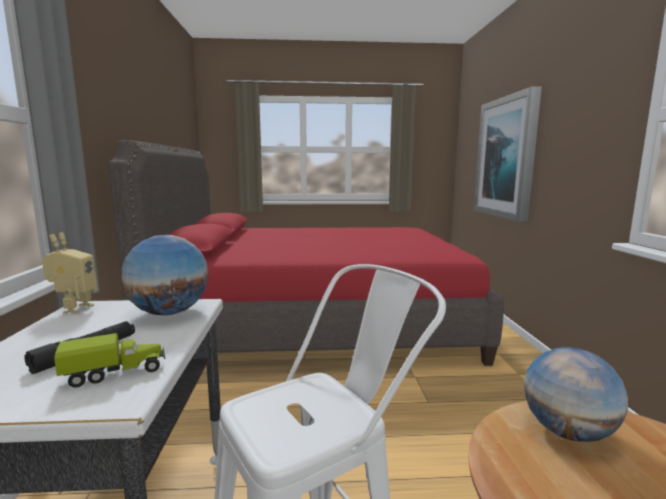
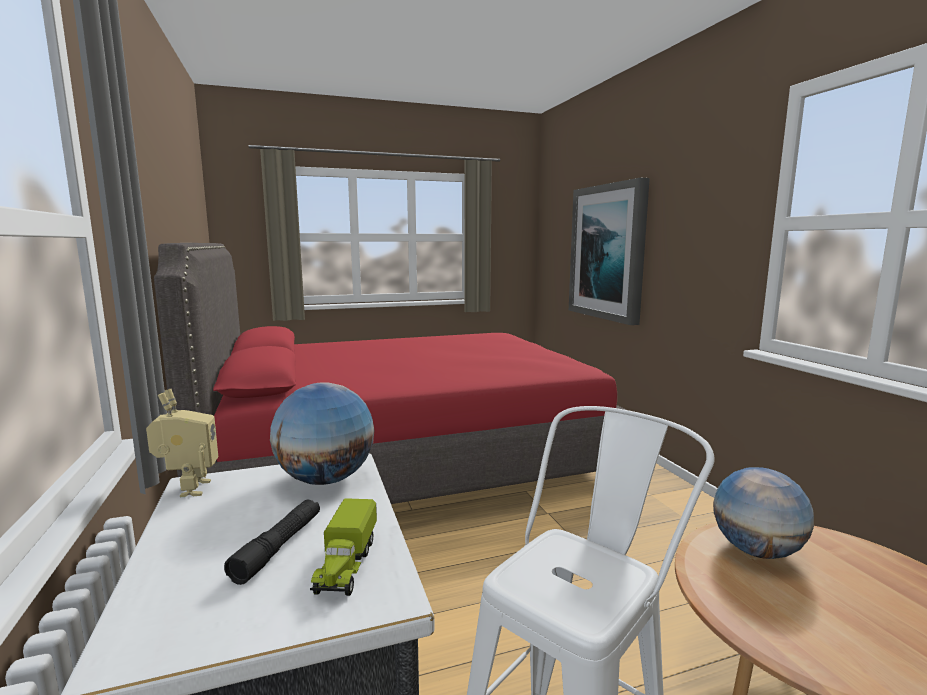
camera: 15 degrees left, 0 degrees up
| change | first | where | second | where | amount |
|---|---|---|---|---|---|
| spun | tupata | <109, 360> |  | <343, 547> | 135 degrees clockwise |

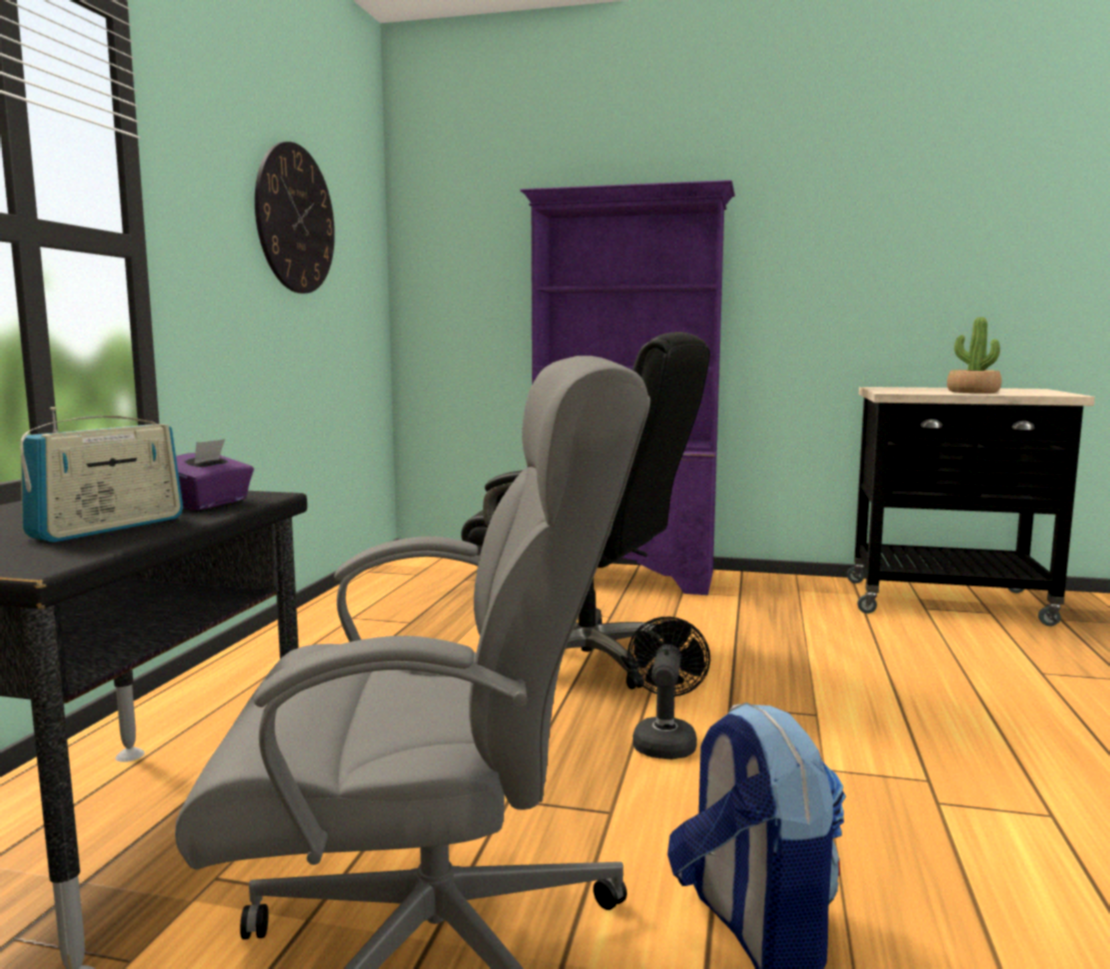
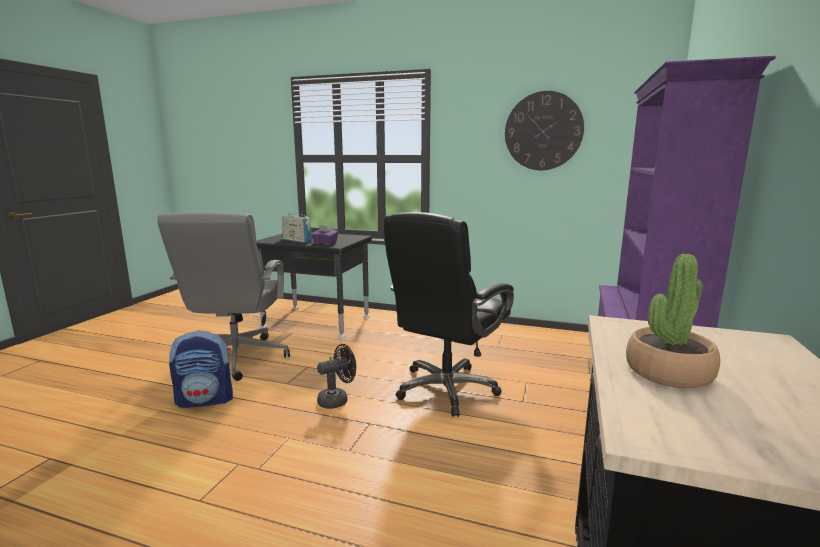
camera: 95 degrees right, 5 degrees up
| change | first | where | second | where | amount |
|---|---|---|---|---|---|
| spun | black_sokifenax | <668, 688> |  | <336, 376> | 45 degrees counterclockwise |

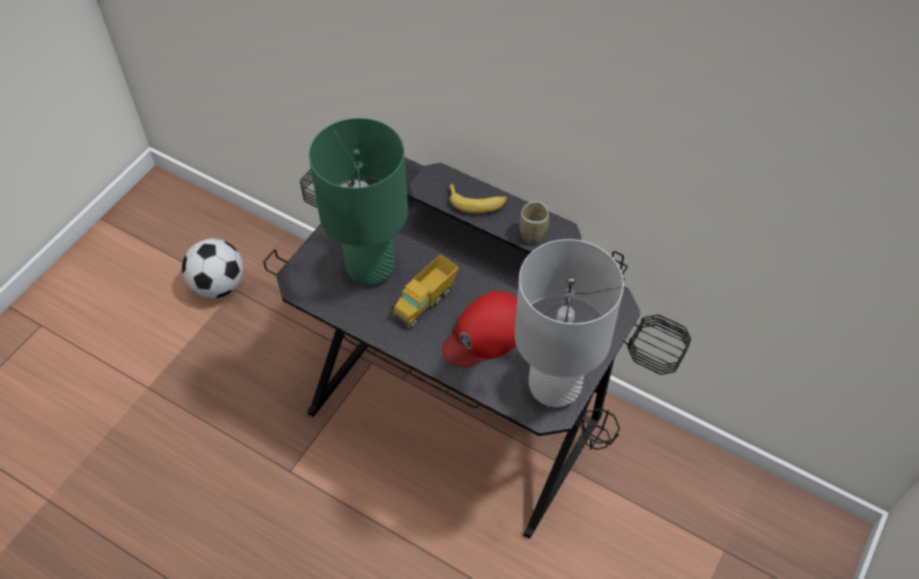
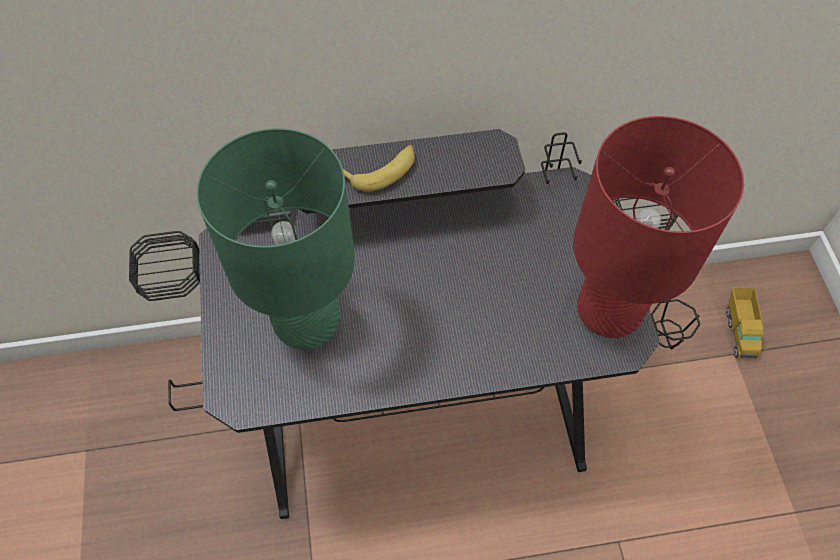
camera: 40 degrees left, 5 degrees up
| change | first | where | second | where | amount |
|---|---|---|---|---|---|
| colour | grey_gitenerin | <569, 323> | red_gitenerin | <658, 227> |  |
| relocated | tupata | <426, 291> |  | <745, 323> |  |
| missing | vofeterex | <213, 268> |  |  |  |
| missing | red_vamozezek | <479, 329> |  |  |  |
| missing | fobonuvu | <534, 222> |  |  |  |

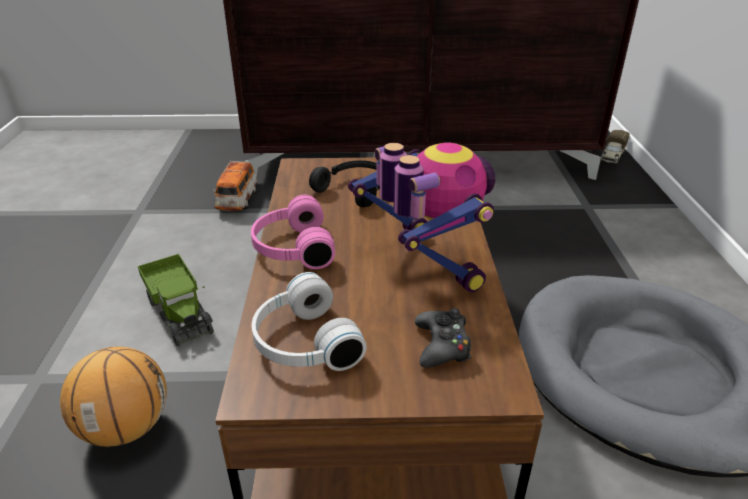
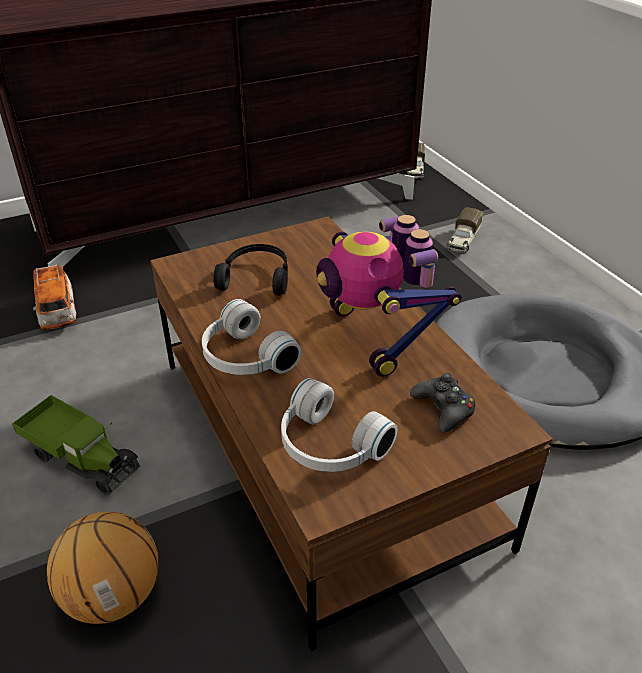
camera: 25 degrees left, 5 degrees up
| change | first | where | second | where | amount |
|---|---|---|---|---|---|
| colour | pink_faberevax | <293, 232> | white_faberevax | <251, 337> |  |
| spun | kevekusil | <421, 217> |  | <389, 296> | 150 degrees counterclockwise |
| appeared |  |  | tupata | <465, 230> |  |

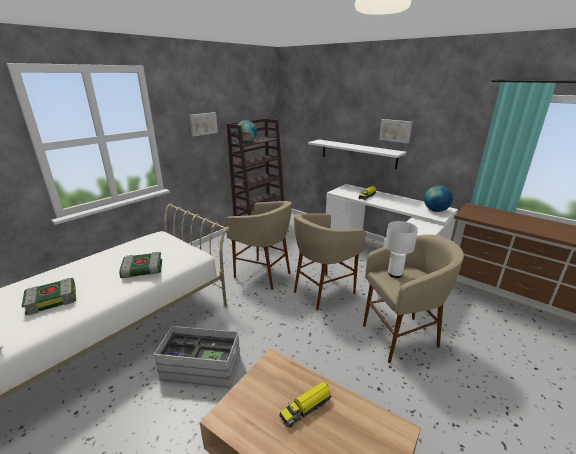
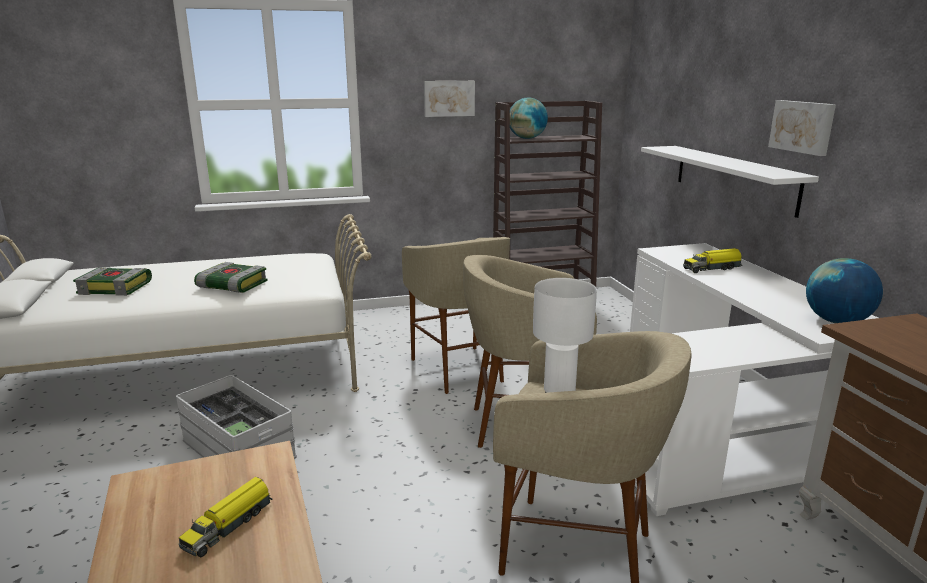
camera: 35 degrees right, 5 degrees down
| change | first | where | second | where | amount |
|---|---|---|---|---|---|
| spun | tupata | <306, 405> |  | <226, 517> | 60 degrees counterclockwise |

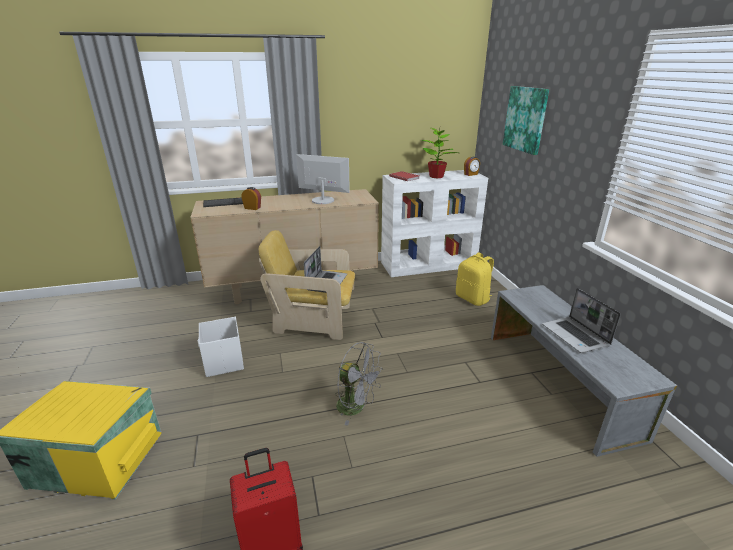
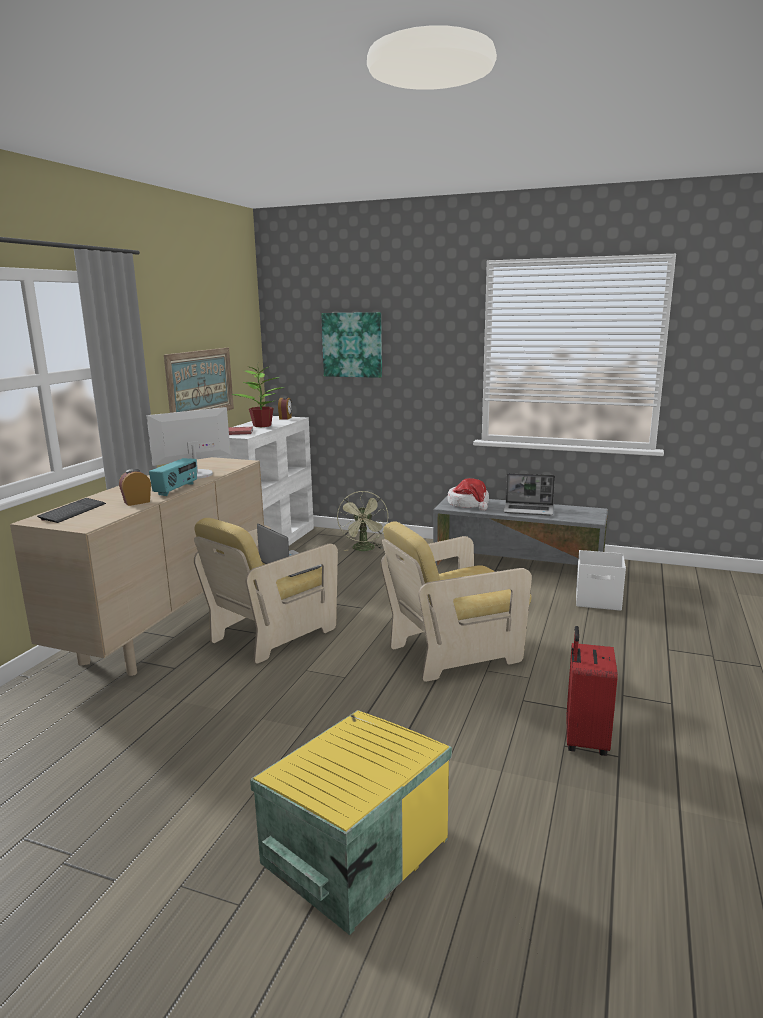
camera: 55 degrees left, 10 degrees down
| change | first | where | second | where | amount |
|---|---|---|---|---|---|
| appeared |  |  | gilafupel | <173, 477> |  |
| appeared |  |  | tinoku | <199, 380> |  |
| exchanged | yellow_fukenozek | <475, 279> | green_sokifenax | <362, 521> |  |
| exchanged | grey_sokifenax | <359, 383> | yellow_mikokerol | <456, 601> |  |
| appeared |  |  | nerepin | <468, 494> |  |
| relocated | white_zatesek | <221, 347> |  | <601, 580> |  |

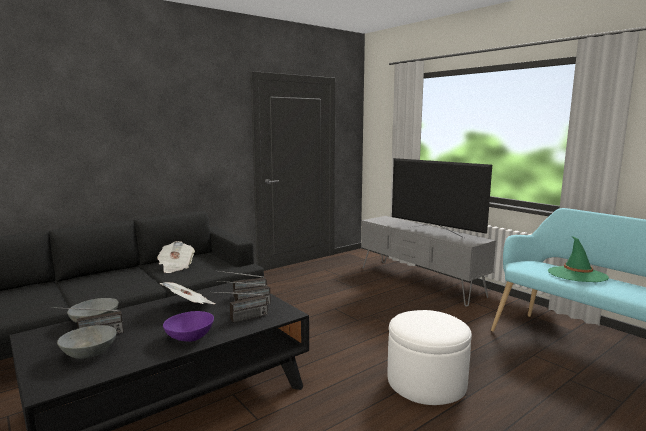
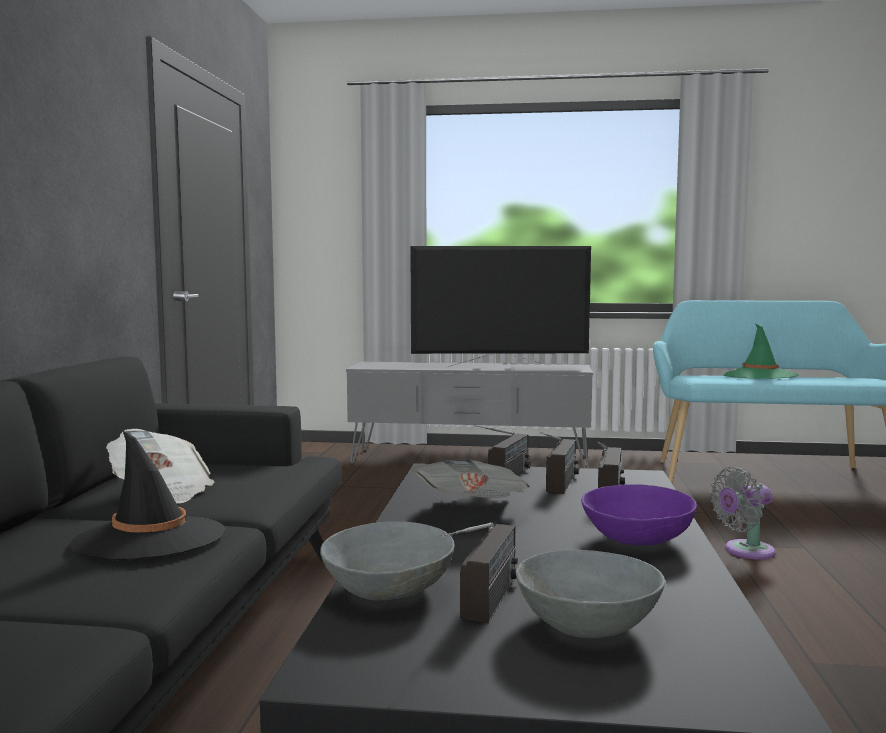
camera: 45 degrees left, 5 degrees down
| change | first | where | second | where | amount |
|---|---|---|---|---|---|
| appeared |  |  | black_nerepin | <147, 495> |  |
| exchanged | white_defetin | <429, 357> | grey_sokifenax | <743, 513> |  |

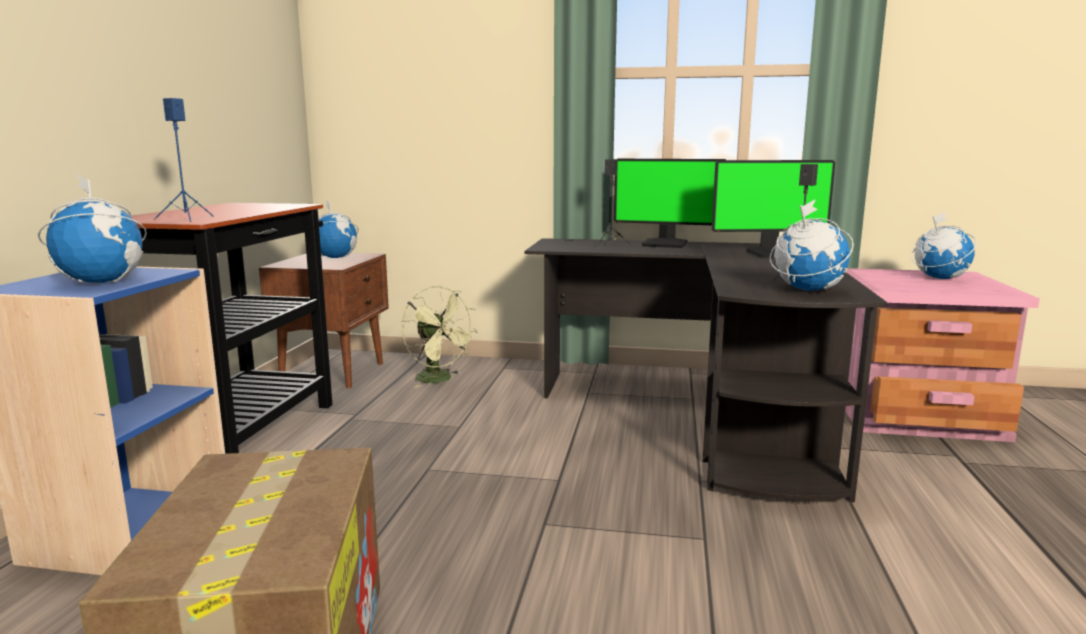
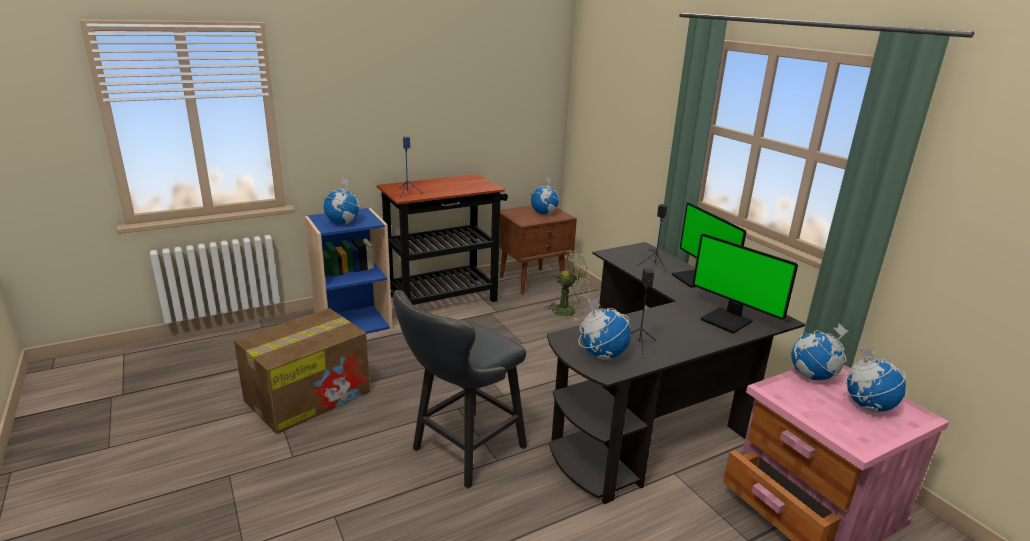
camera: 50 degrees right, 10 degrees up
| change | first | where | second | where | amount |
|---|---|---|---|---|---|
| appeared |  |  | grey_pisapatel | <460, 389> |  |
| spun | green_sokifenax | <440, 337> |  | <567, 285> | 105 degrees counterclockwise |
| appeared |  |  | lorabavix | <820, 351> |  |

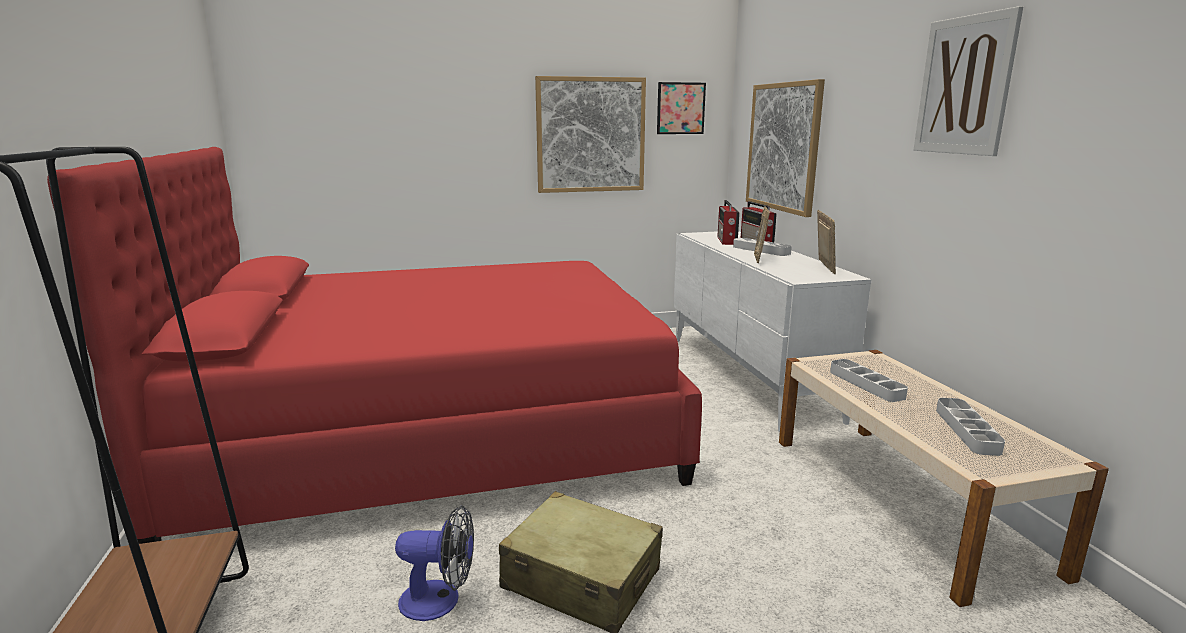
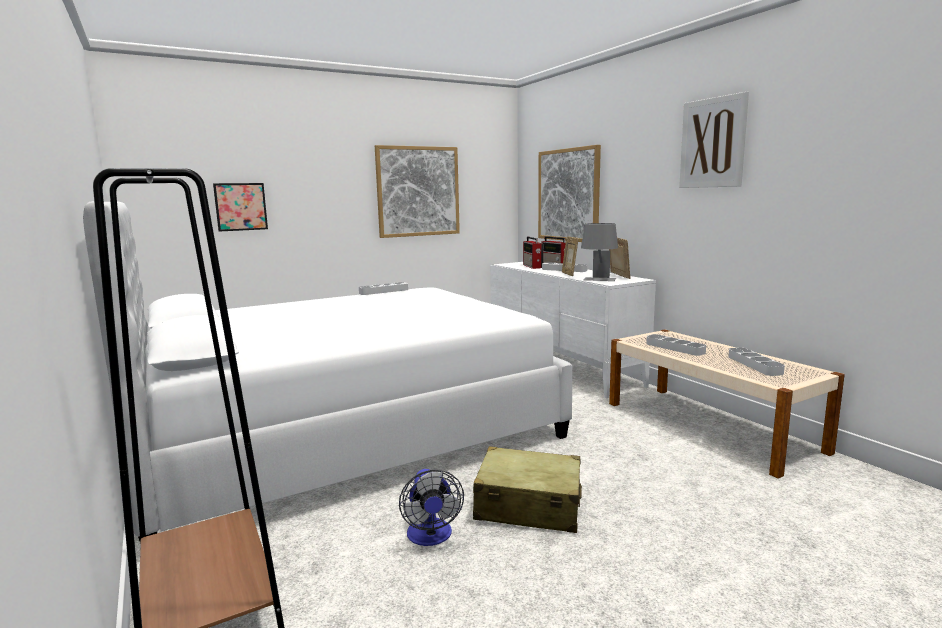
camera: 15 degrees left, 5 degrees down
| change | first | where | second | where | amount |
|---|---|---|---|---|---|
| colour | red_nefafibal | <374, 345> | white_nefafibal | <327, 372> |  |
| relocated | tinoku | <681, 108> |  | <240, 207> |  |
| appeared |  |  | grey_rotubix | <383, 288> |  |
| spun | sokifenax | <434, 563> |  | <431, 507> | 90 degrees clockwise |
| appeared |  |  | grey_gitenerin | <599, 252> |  |

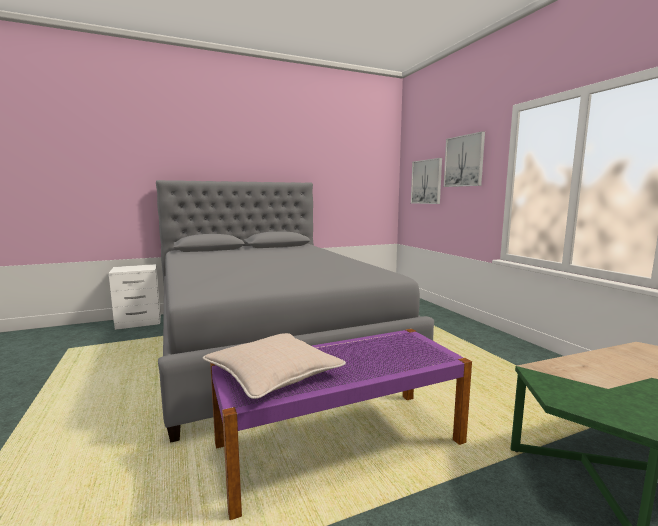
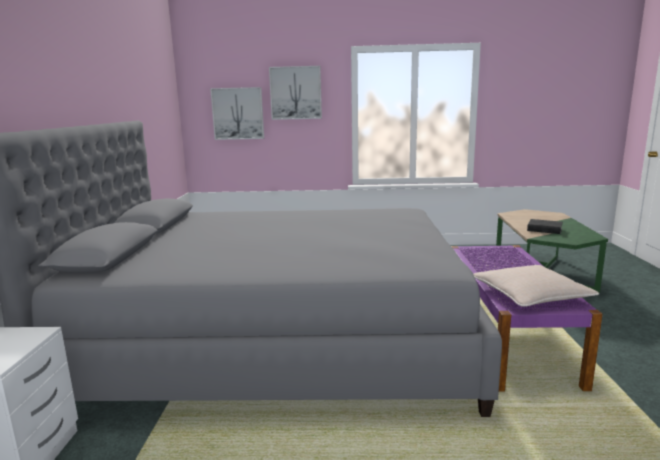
camera: 65 degrees left, 5 degrees up
| change | first | where | second | where | amount |
|---|---|---|---|---|---|
| appeared |  |  | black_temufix | <545, 226> |  |

